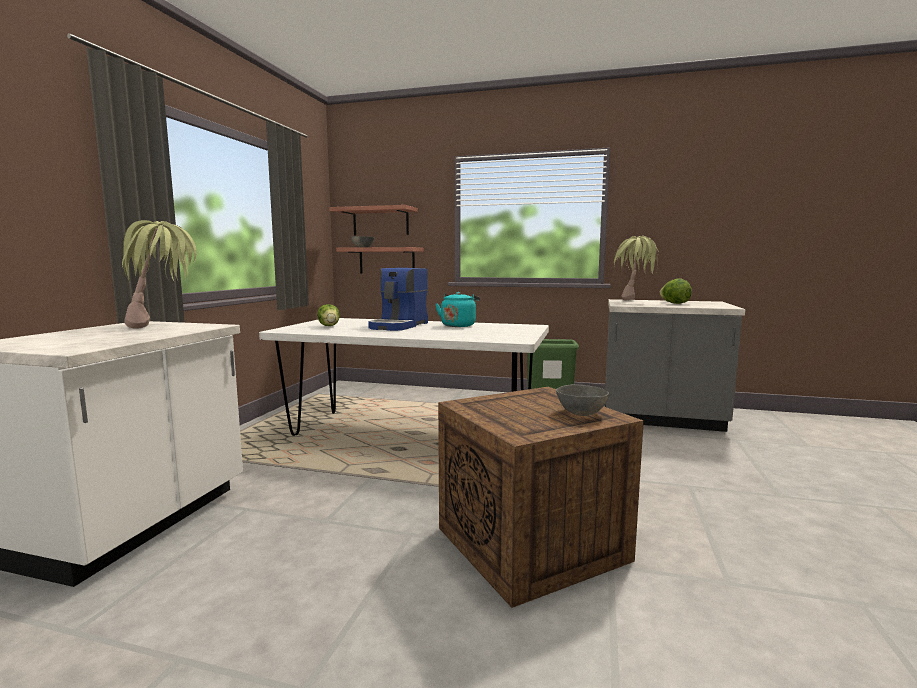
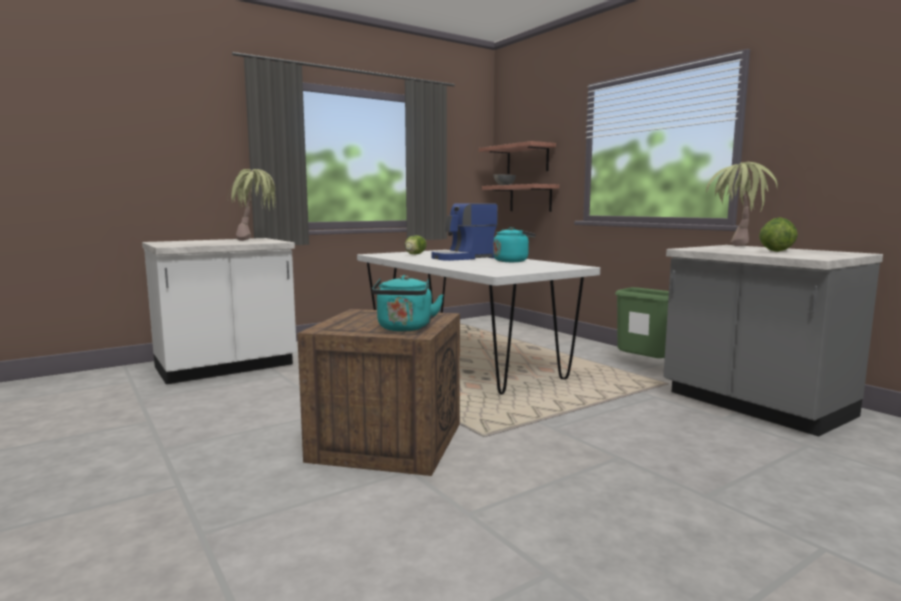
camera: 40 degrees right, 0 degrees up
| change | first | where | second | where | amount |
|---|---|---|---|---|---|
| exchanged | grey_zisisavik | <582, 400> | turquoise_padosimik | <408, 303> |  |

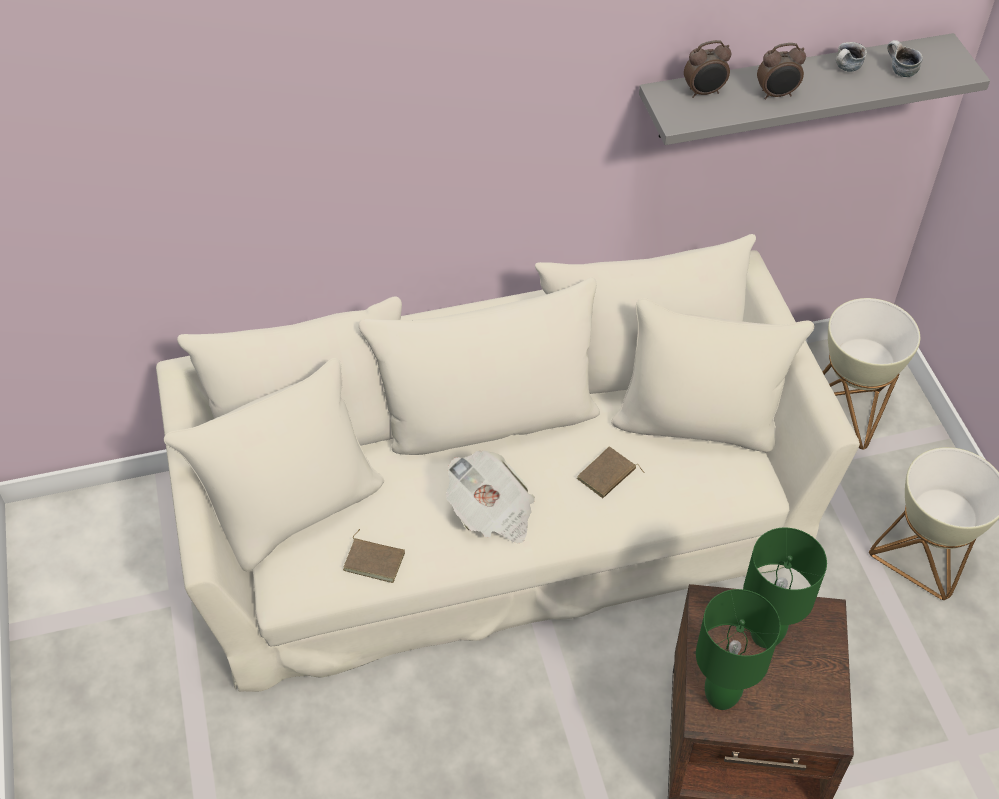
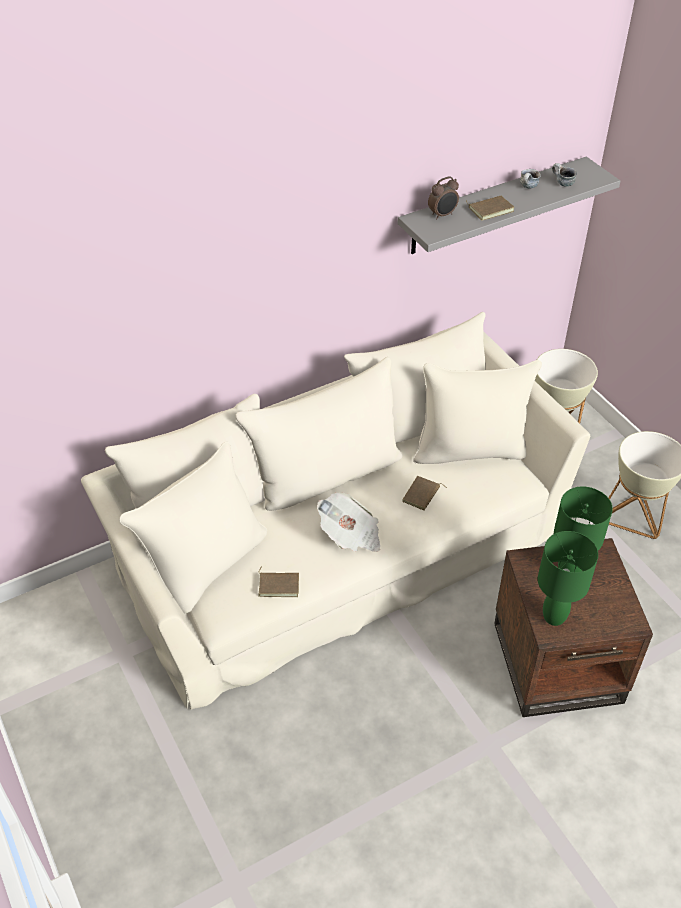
camera: 15 degrees left, 5 degrees down
| change | first | where | second | where | amount |
|---|---|---|---|---|---|
| exchanged | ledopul | <781, 71> | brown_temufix | <489, 208> |  |

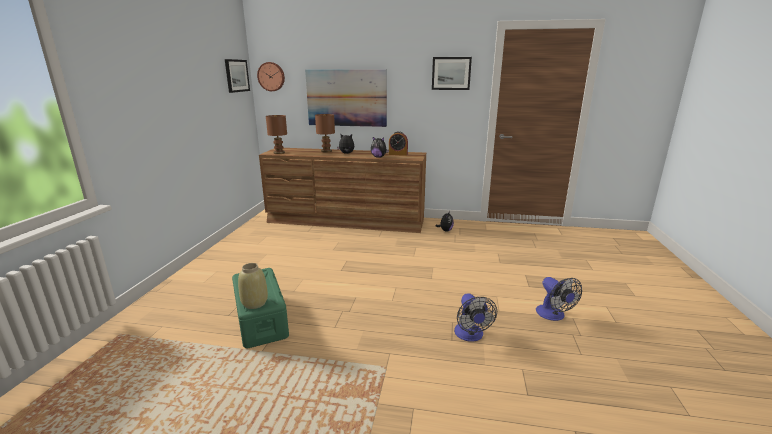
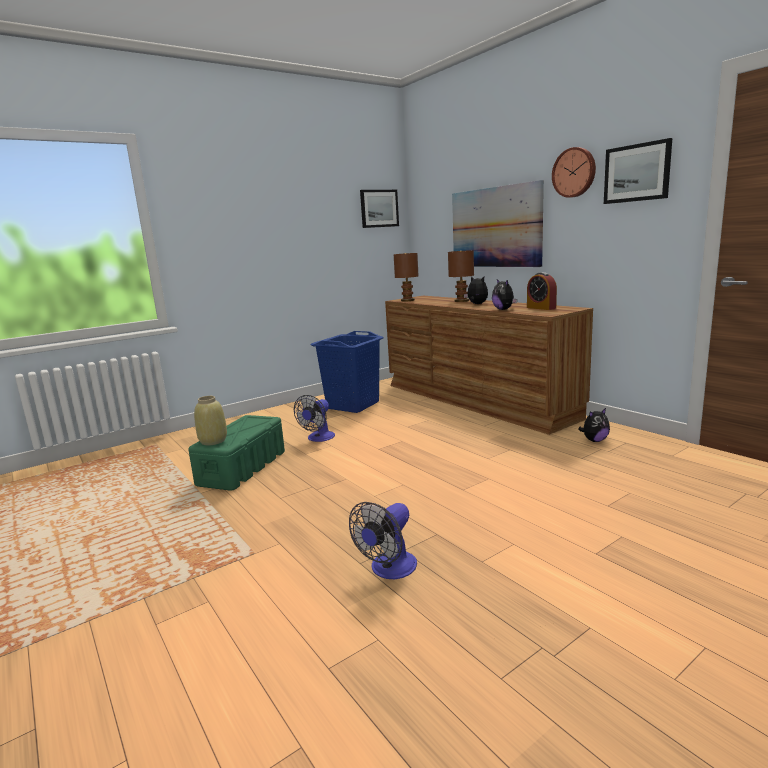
camera: 45 degrees right, 5 degrees down
| change | first | where | second | where | amount |
|---|---|---|---|---|---|
| relocated | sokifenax | <559, 299> |  | <314, 418> |  |
| appeared |  |  | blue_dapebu | <347, 372> |  |
| relocated | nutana | <271, 76> |  | <574, 172> |  |

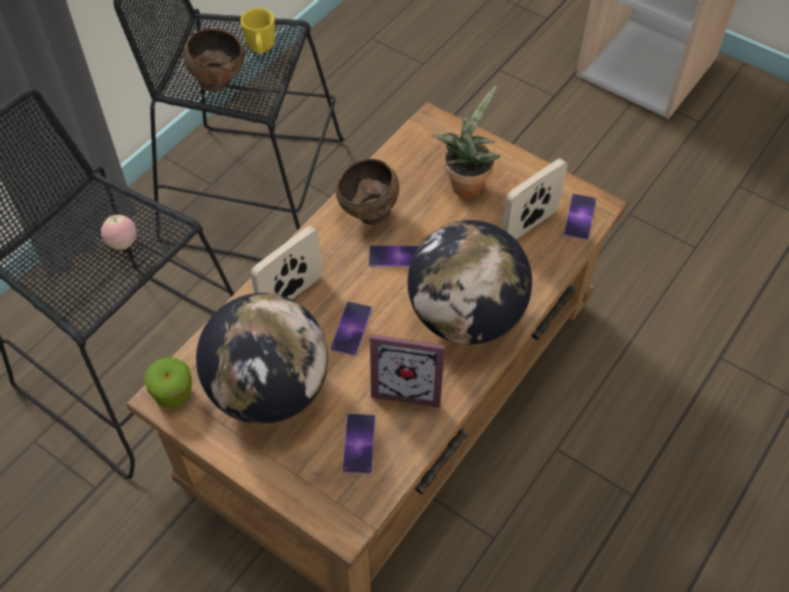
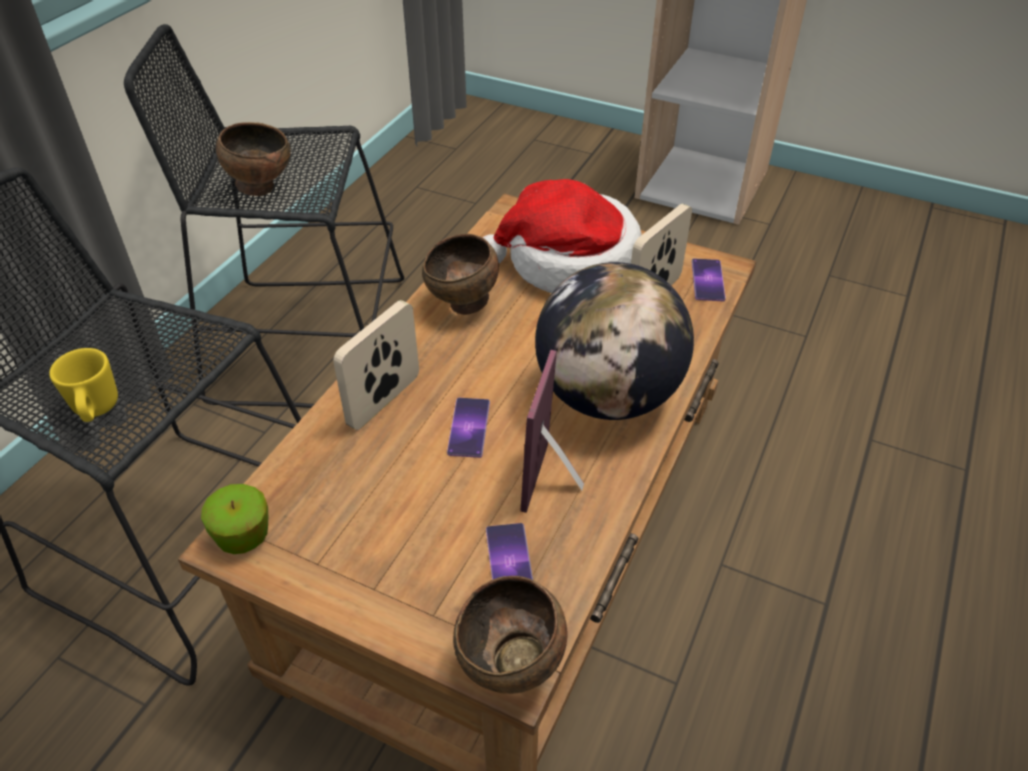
camera: 10 degrees left, 10 degrees down
| change | first | where | second | where | amount |
|---|---|---|---|---|---|
| relocated | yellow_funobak | <257, 31> |  | <83, 385> |  |
| appeared |  |  | brown_zisisavik | <510, 635> |  |
| exchanged | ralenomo | <466, 142> | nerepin | <562, 236> |  |
| spun | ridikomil | <407, 371> |  | <552, 431> | 105 degrees clockwise |
| missing | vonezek | <119, 232> |  |  |  |
| missing | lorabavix | <262, 358> |  |  |  |
| missing | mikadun | <394, 256> |  |  |  |

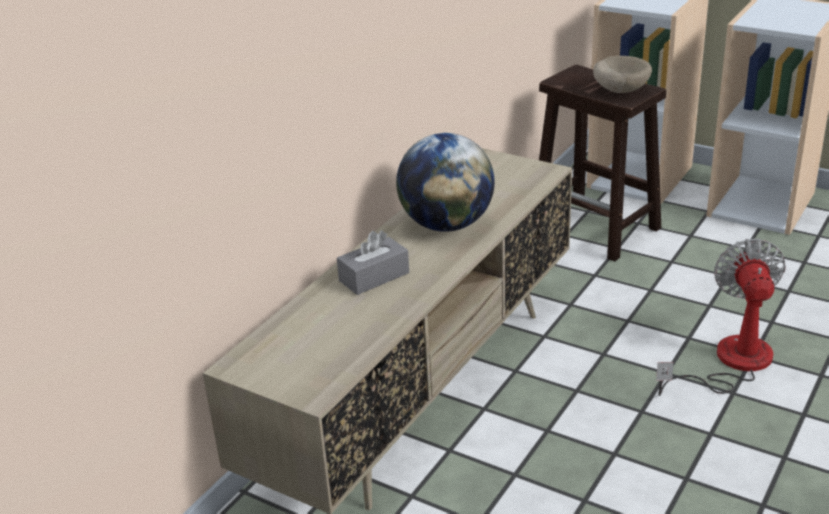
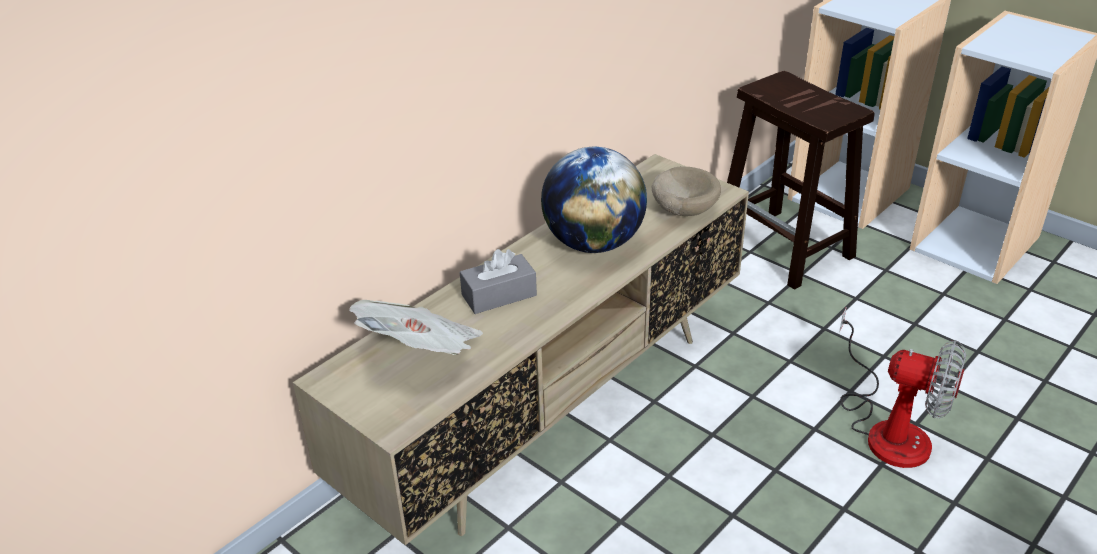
camera: 10 degrees right, 5 degrees up
| change | first | where | second | where | amount |
|---|---|---|---|---|---|
| appeared |  |  | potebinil | <416, 327> |  |
| relocated | beige_zisisavik | <622, 74> |  | <686, 191> |  |
| spun | sokifenax | <721, 317> |  | <902, 387> | 105 degrees clockwise |

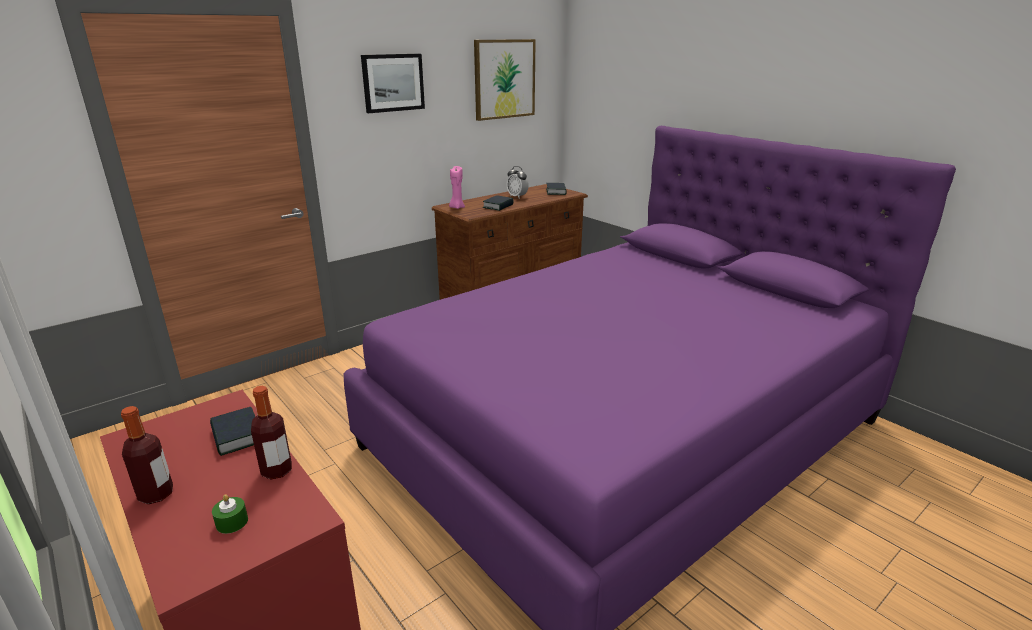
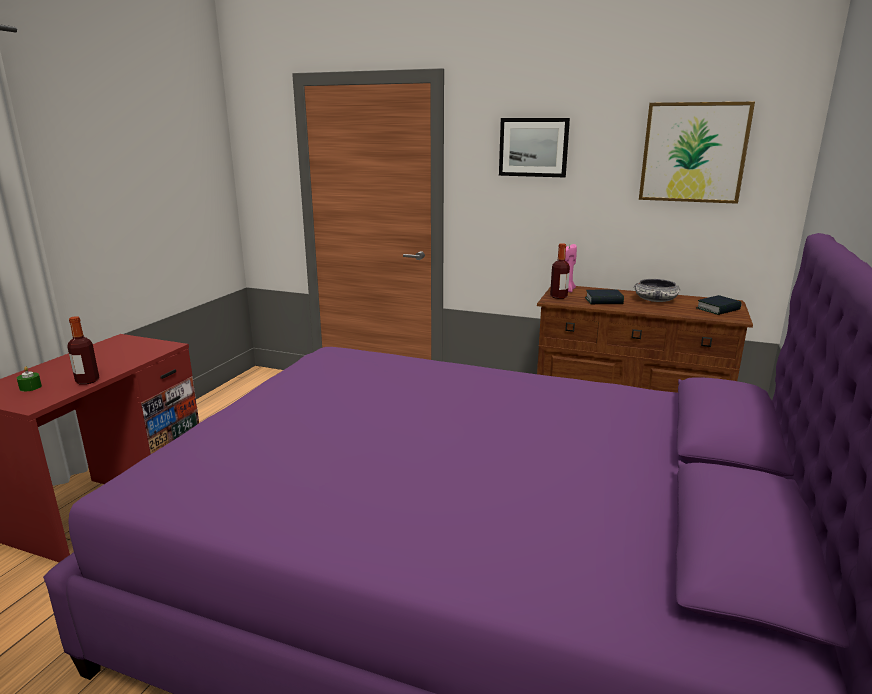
camera: 60 degrees right, 5 degrees down
| change | first | where | second | where | amount |
|---|---|---|---|---|---|
| relocated | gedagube | <147, 455> |  | <560, 271> |  |
| exchanged | ledopul | <517, 182> | zisisavik | <657, 290> |  |
| missing | temufix | <232, 431> |  |  |  |

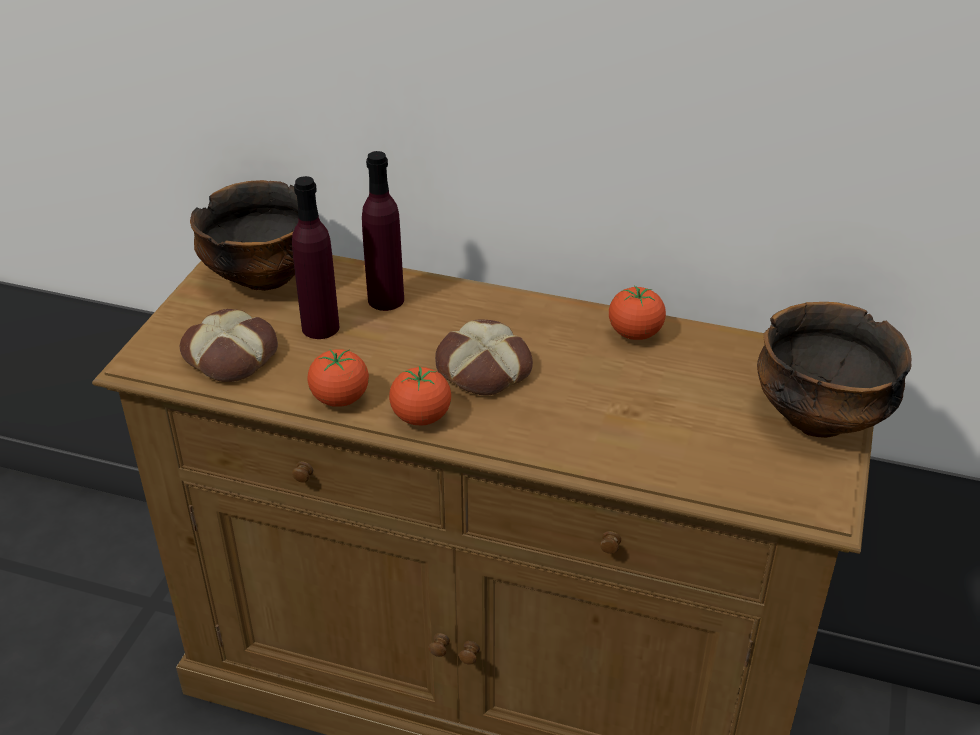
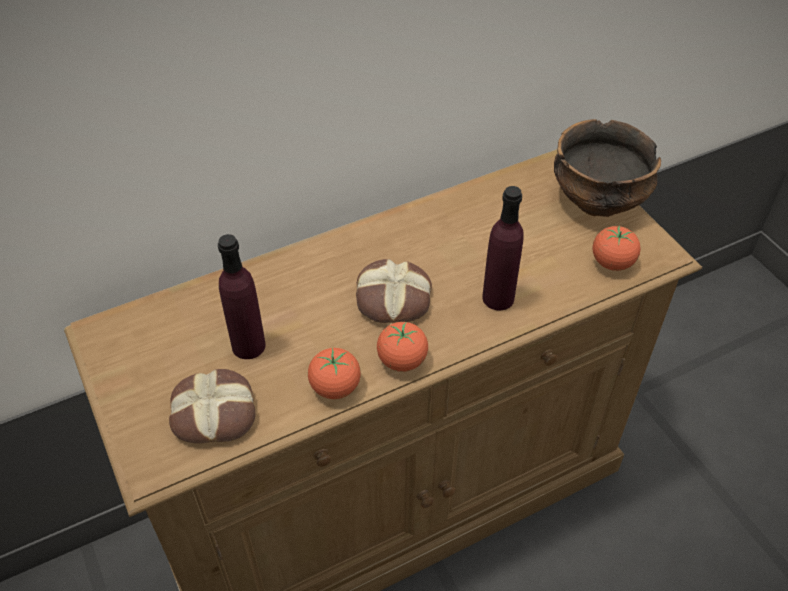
camera: 45 degrees left, 10 degrees up
| change | first | where | second | where | amount |
|---|---|---|---|---|---|
| relocated | purple_gedagube | <383, 231> |  | <503, 248> |  |
| relocated | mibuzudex | <637, 313> |  | <616, 248> |  |
| missing | zisisavik | <244, 235> |  |  |  |

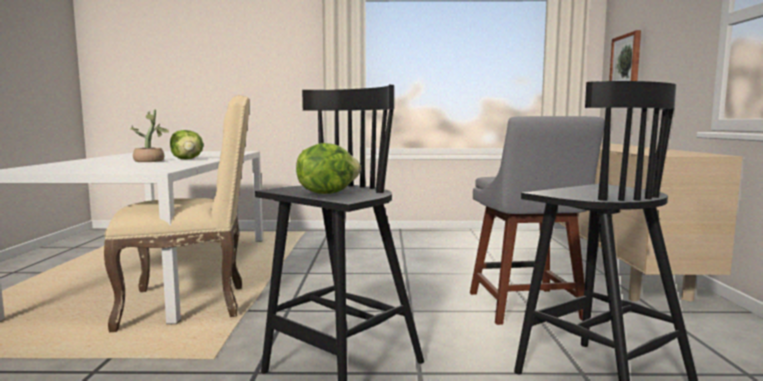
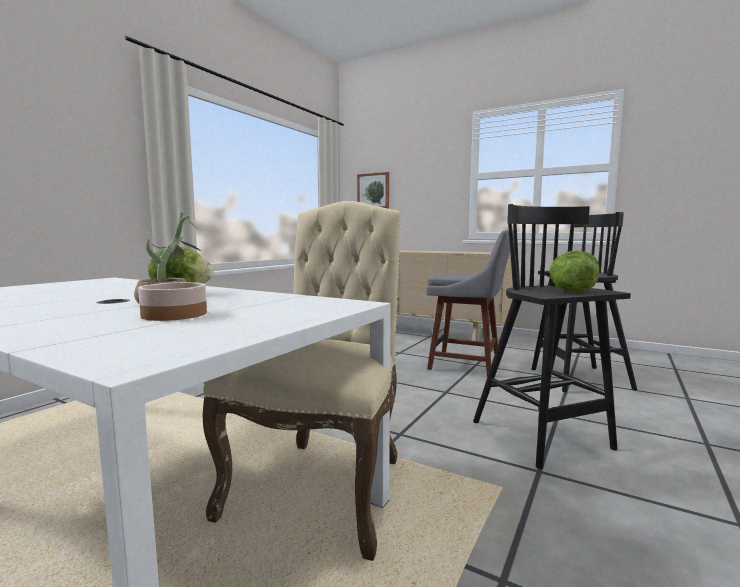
camera: 60 degrees left, 0 degrees up
| change | first | where | second | where | amount |
|---|---|---|---|---|---|
| appeared |  |  | zisisavik | <172, 301> |  |

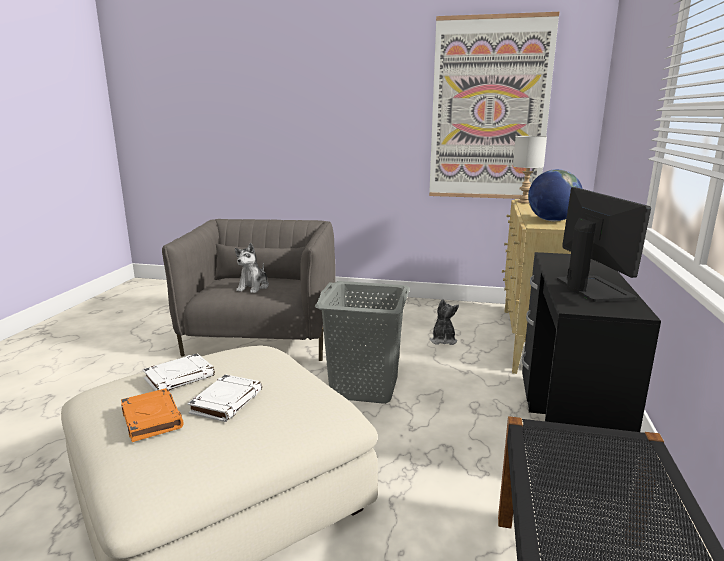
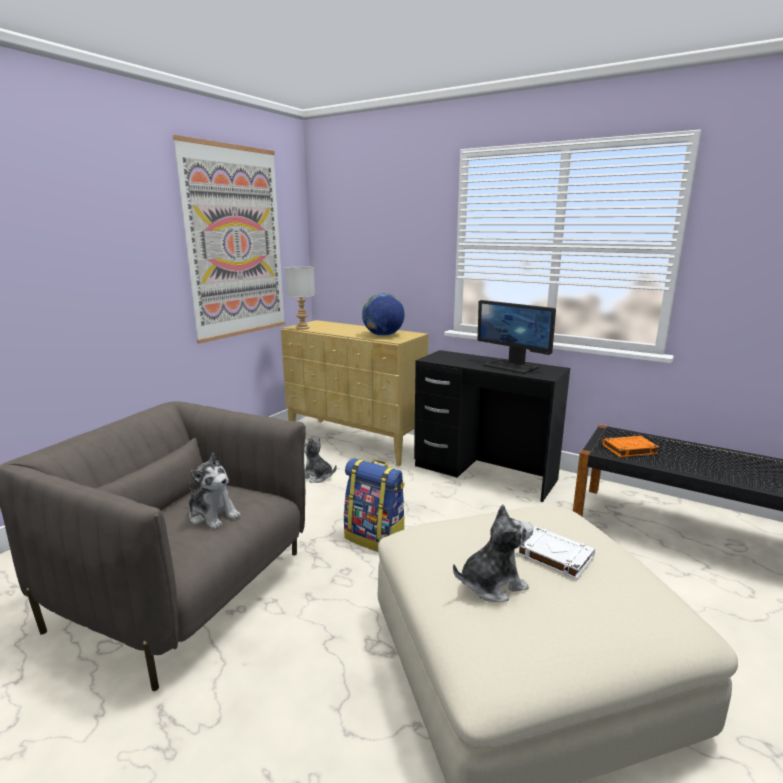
camera: 70 degrees left, 0 degrees up
| change | first | where | second | where | amount |
|---|---|---|---|---|---|
| exchanged | grey_dapebu | <362, 342> | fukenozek | <374, 505> |  |
| exchanged | white_temufix | <178, 372> | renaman | <493, 553> |  |
| spun | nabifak | <604, 244> |  | <517, 337> | 150 degrees counterclockwise |
| relocated | orange_temufix | <152, 415> |  | <630, 446> |  |

